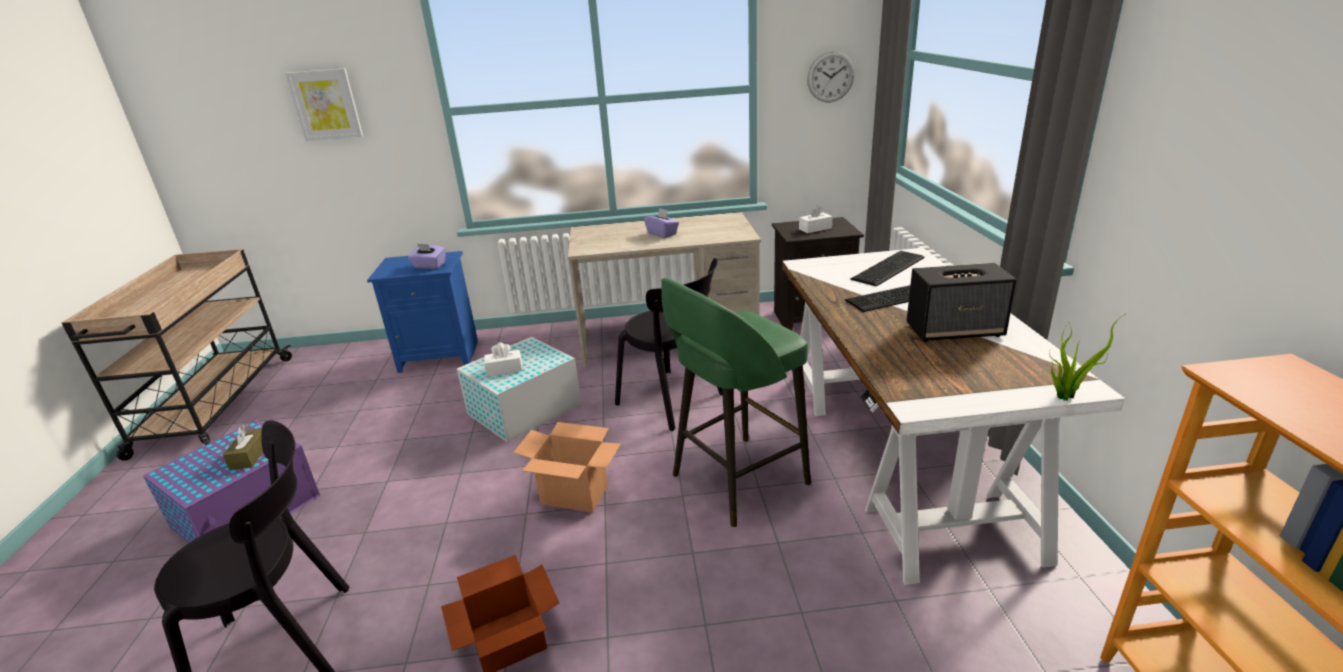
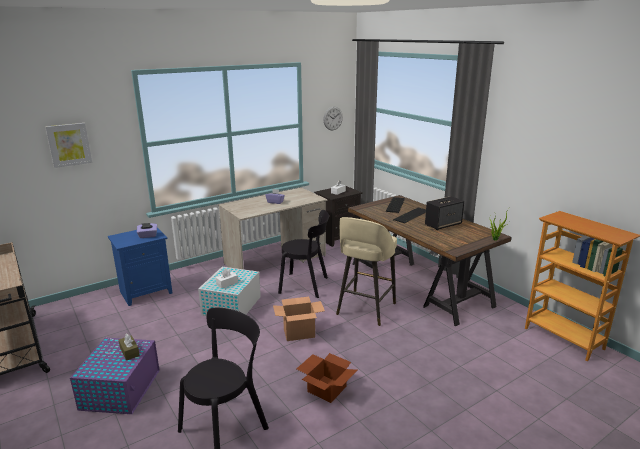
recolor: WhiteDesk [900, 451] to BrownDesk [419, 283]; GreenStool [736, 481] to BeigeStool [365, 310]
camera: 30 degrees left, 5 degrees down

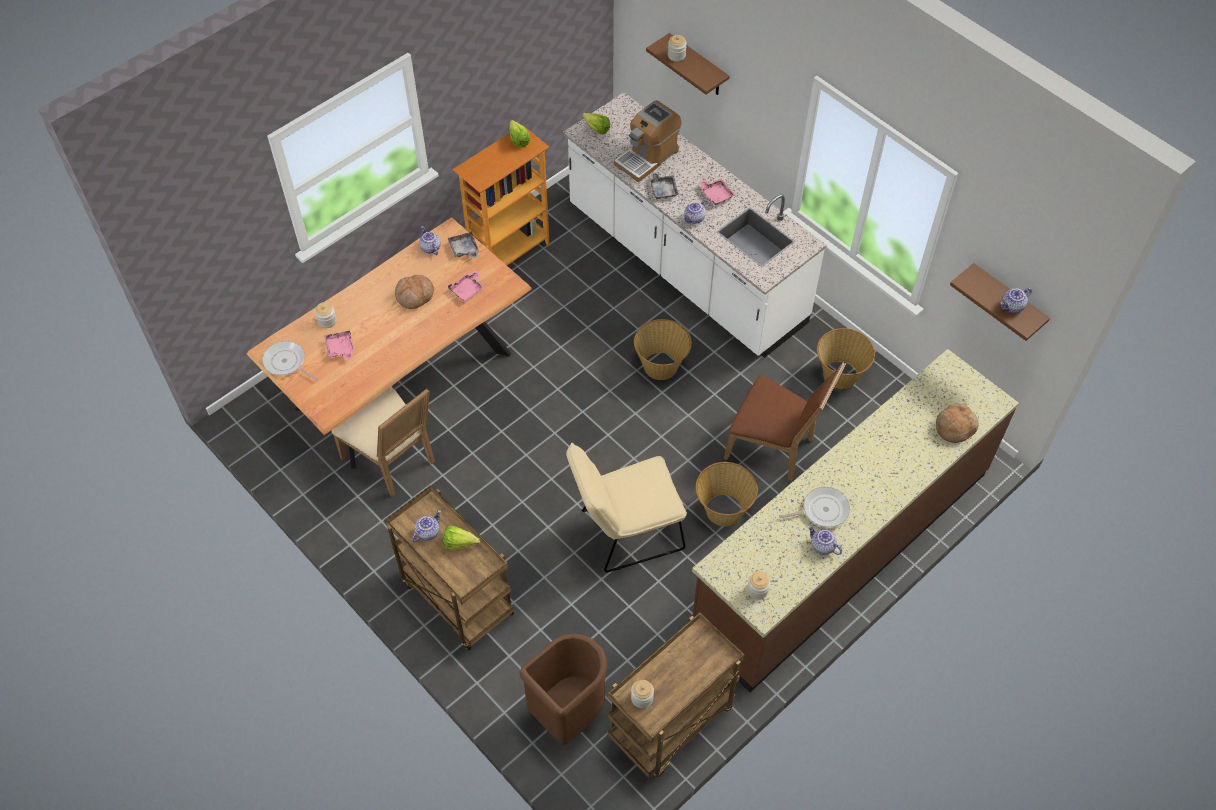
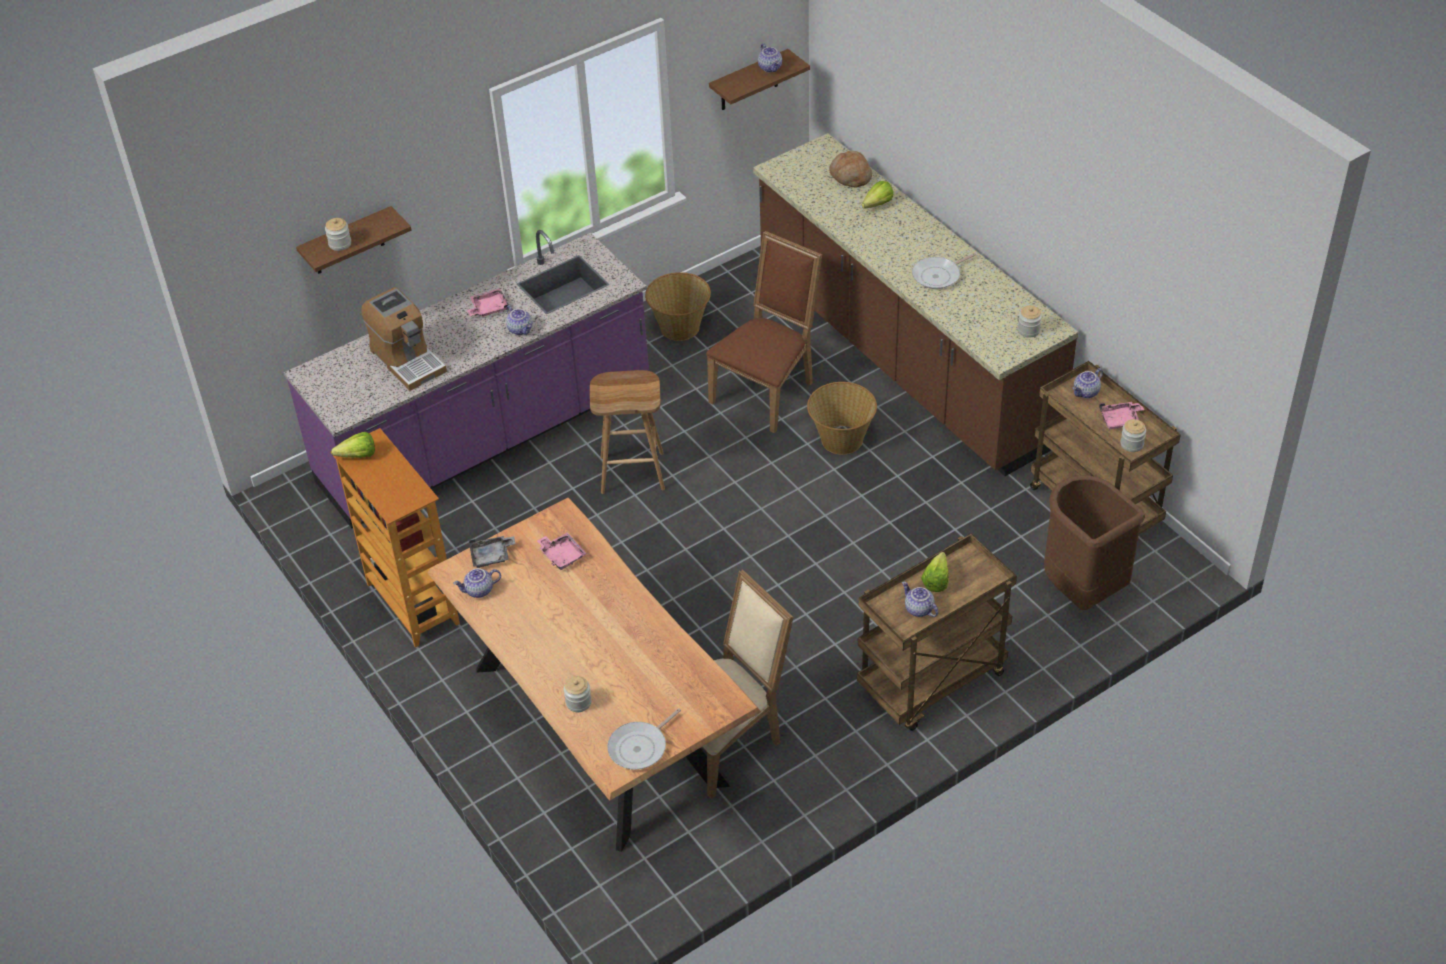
delete: GreyTray [663, 189]; Bread [415, 296]; BeigeChair [625, 532]
move: Lettuce [595, 127] to [874, 206]; PinkTray [340, 349] to [1120, 420]; Teapot [822, 546] to [1086, 393]
replace: Basket [661, 365] to BrownStool [633, 472]
recolor: WhiteCounter [684, 266] to PurpleCounter [486, 437]
rotate: FryingPan [822, 510] = [938, 275] 120 degrees counterclockwise
camera: 80 degrees left, 10 degrees down

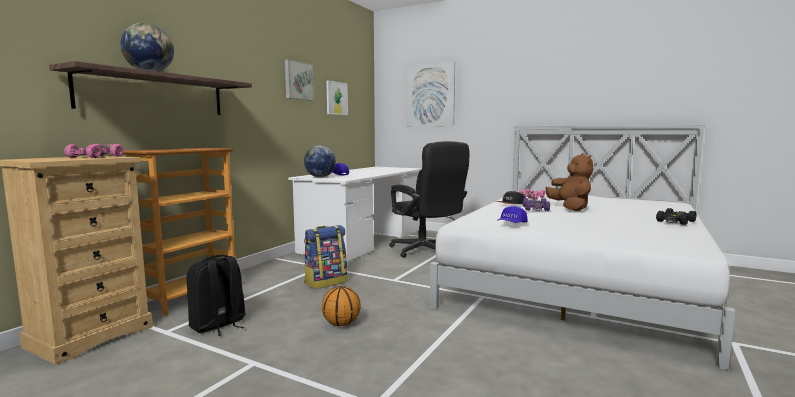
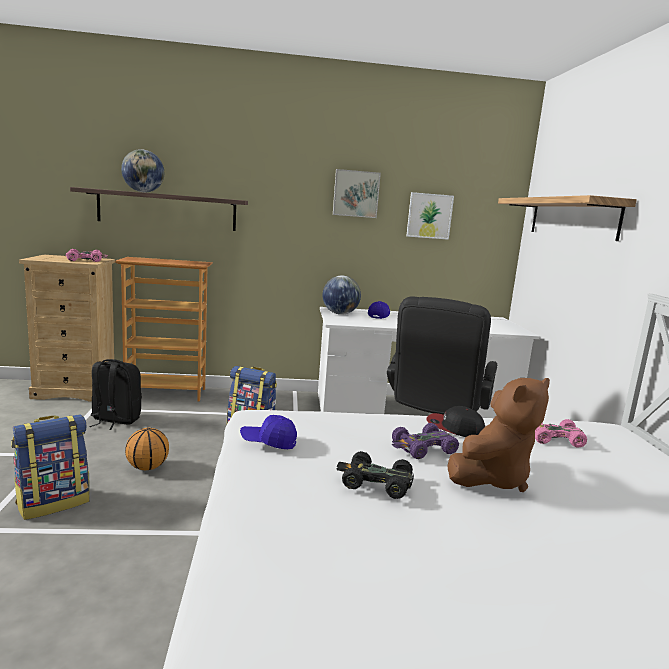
insert: Backpack [54, 502]
move: BlackToyCar [675, 221] to [375, 483]
replace: Picture [430, 95] to Shelf [572, 218]
camera: 55 degrees right, 5 degrees up

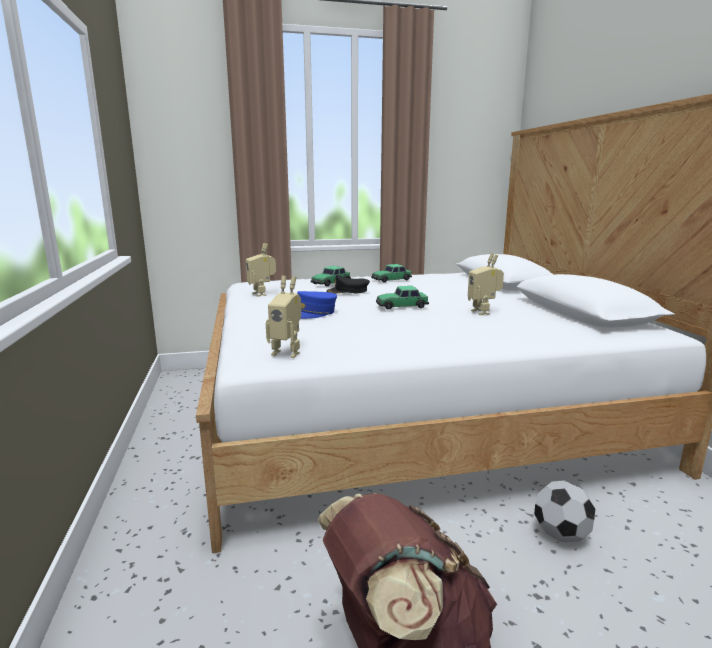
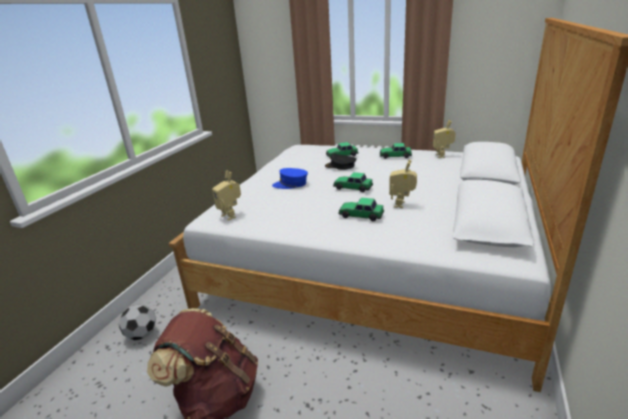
insert: ToyCar [361, 215]
move: ToyRobot [262, 294] to [442, 156]; Football [561, 535] to [142, 335]
camera: 35 degrees right, 10 degrees up

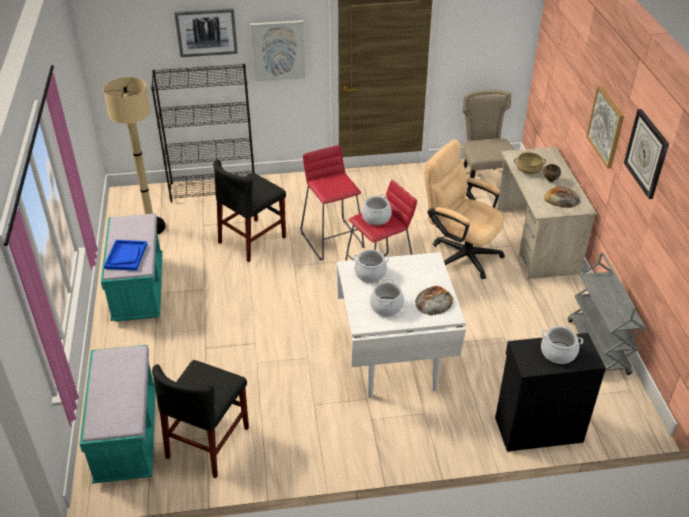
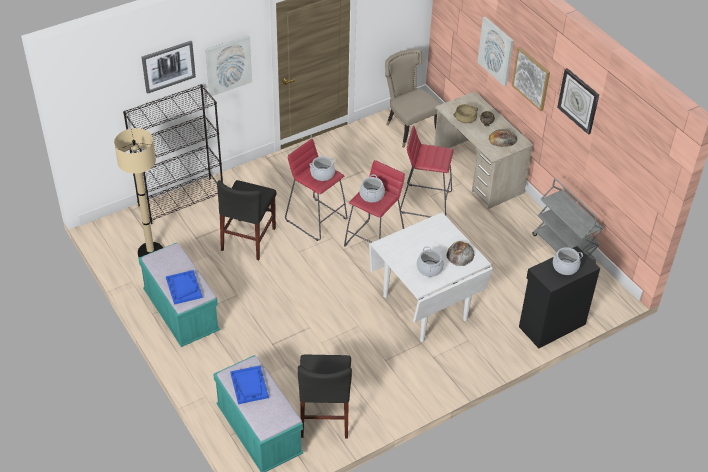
insert: Picture [496, 51]; BlueTray [249, 385]
move: CookingPot [370, 274] to [322, 174]
replace: BeigeOfficeChair [460, 253] to RedStool [425, 201]
camera: 25 degrees left, 5 degrees up

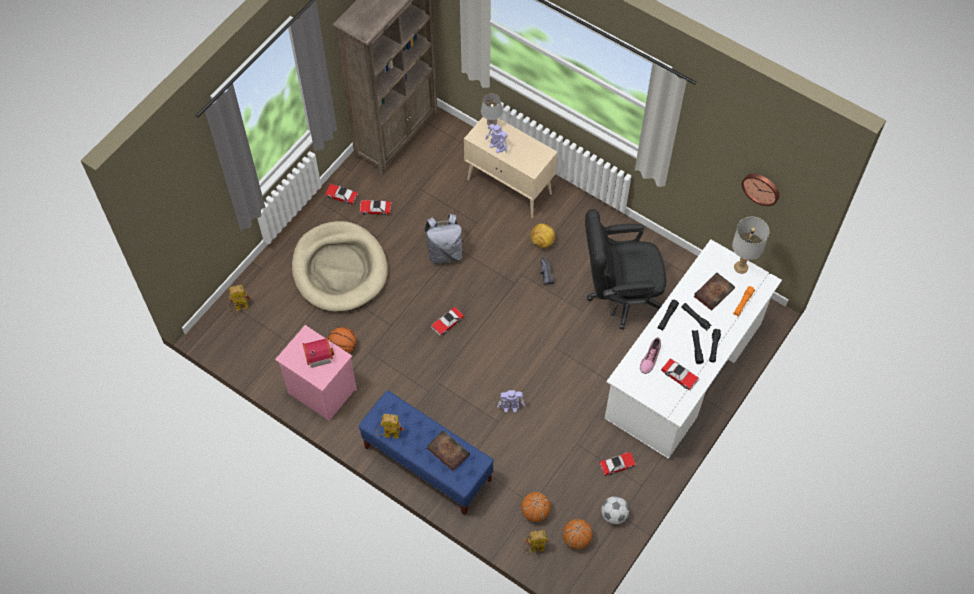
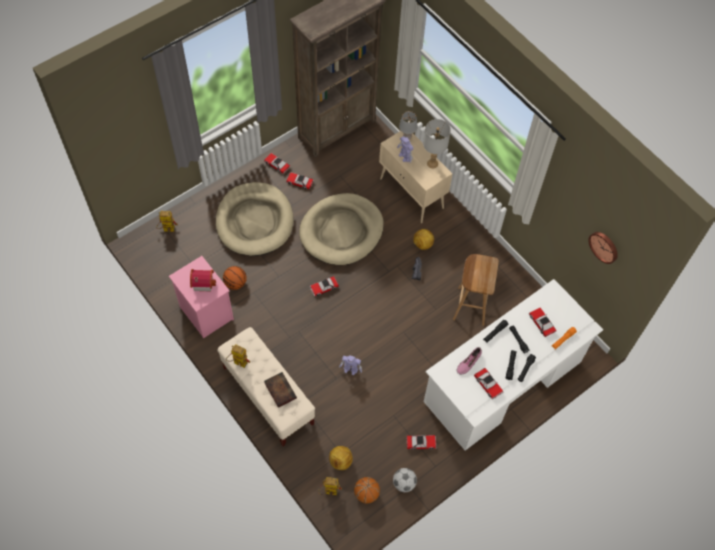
move: GreyTableLamp [740, 267] to [432, 163]
replace: BlackOfficeChair [619, 296] to BrownStool [470, 305]; GreyBackpack [444, 252] to BeigeDogBed [341, 231]; Book [714, 292] to ToyCar [541, 323]; Basketball [535, 512] to Football [340, 461]
recolor: BlueBench [427, 464] to BeigeBench [268, 395]
camera: 15 degrees right, 0 degrees up

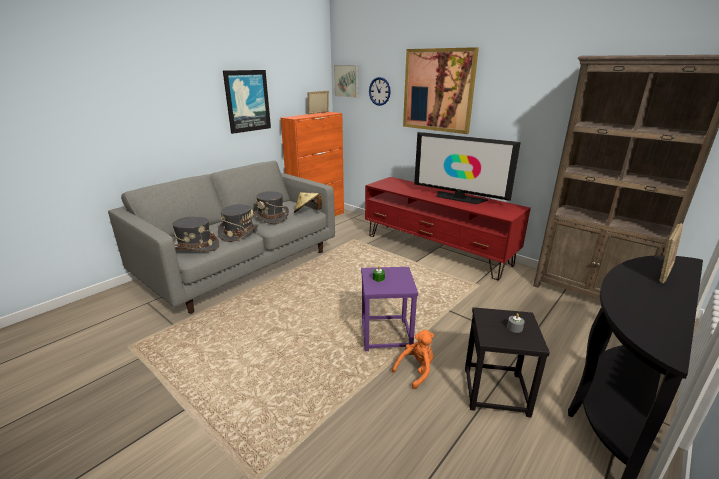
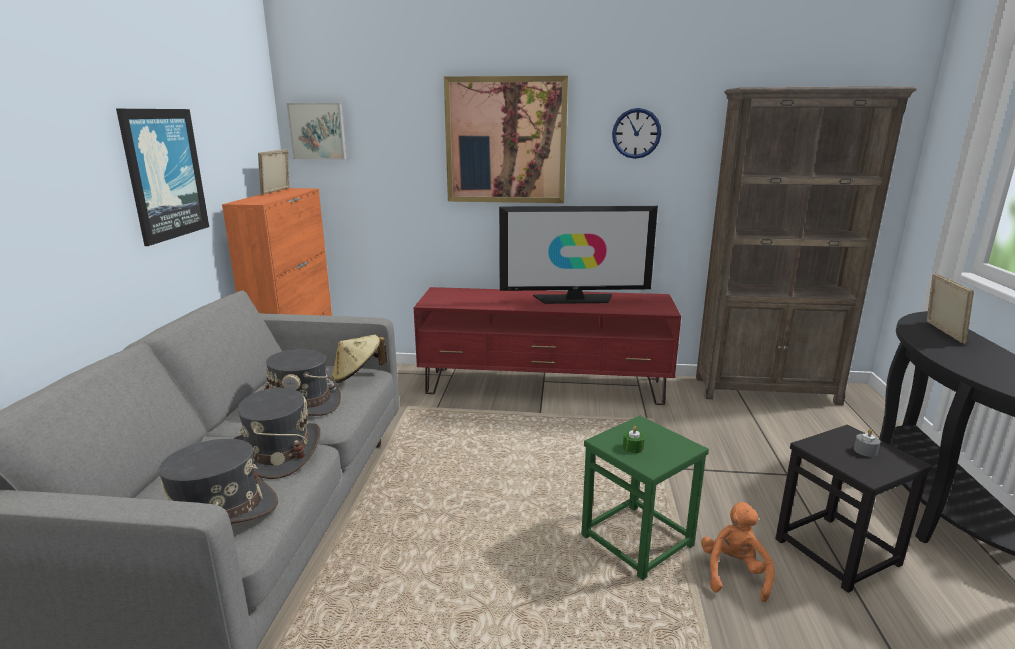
move: WallClock [379, 91] to [636, 133]
recolor: PurpleStool [386, 335] to GreenStool [638, 540]
camera: 35 degrees left, 5 degrees down

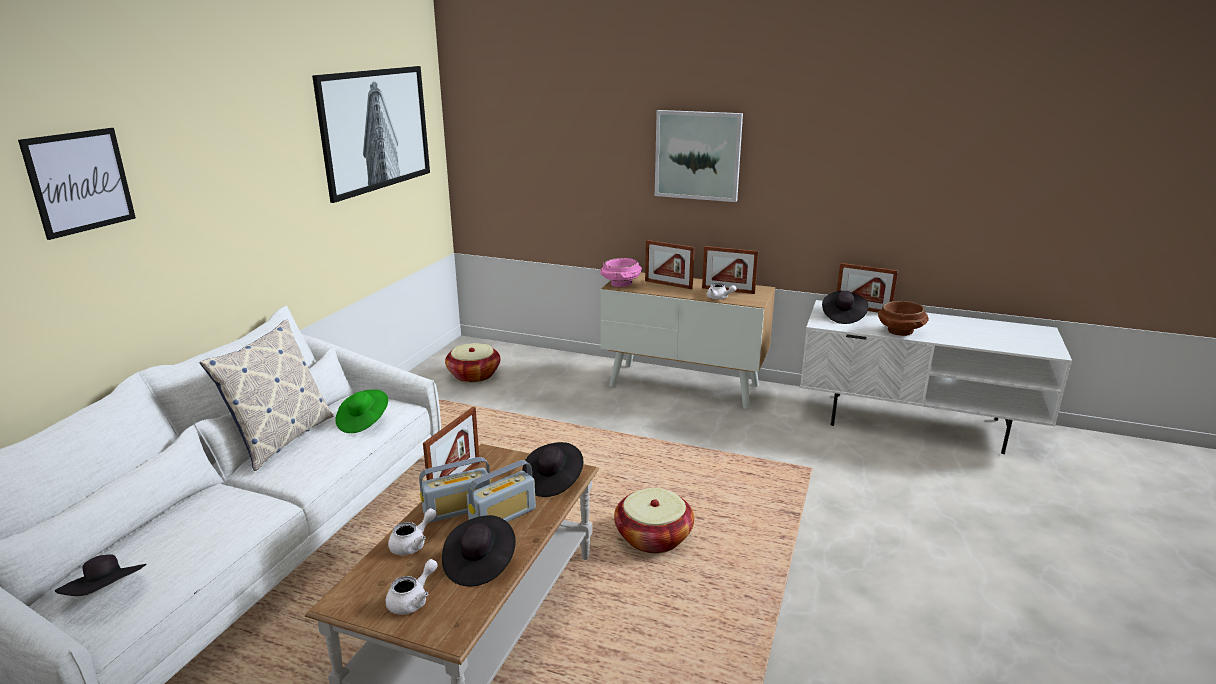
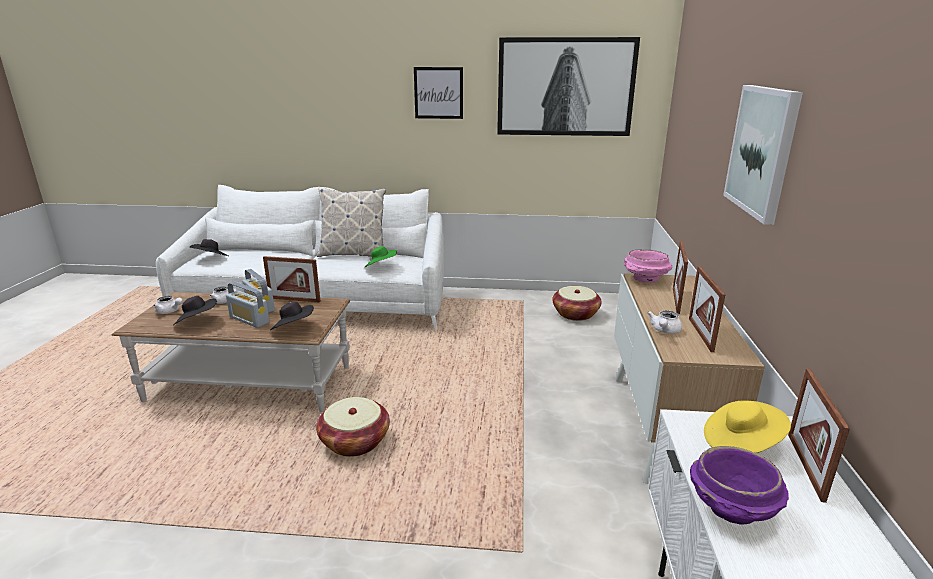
move: Picture [80, 181] to [438, 93]
recolor: BlackHat [842, 316] to YellowHat [741, 443]; BrownBowl [900, 332] to PurpleBowl [731, 510]
camera: 75 degrees right, 0 degrees up

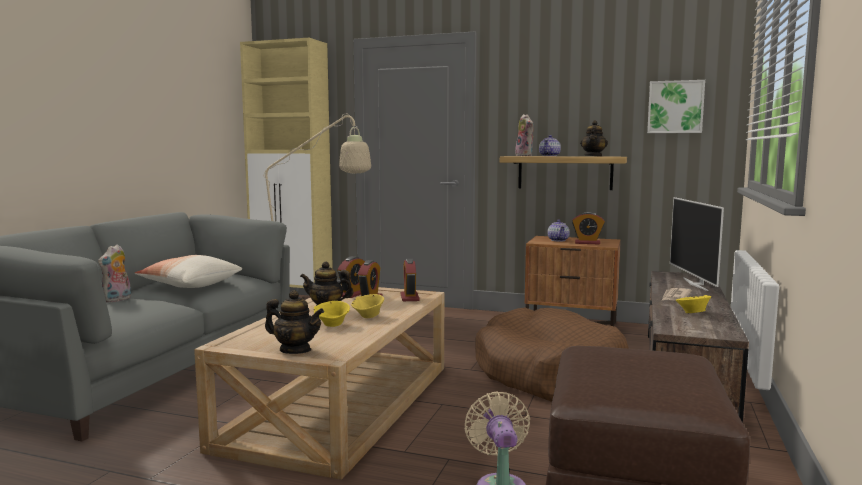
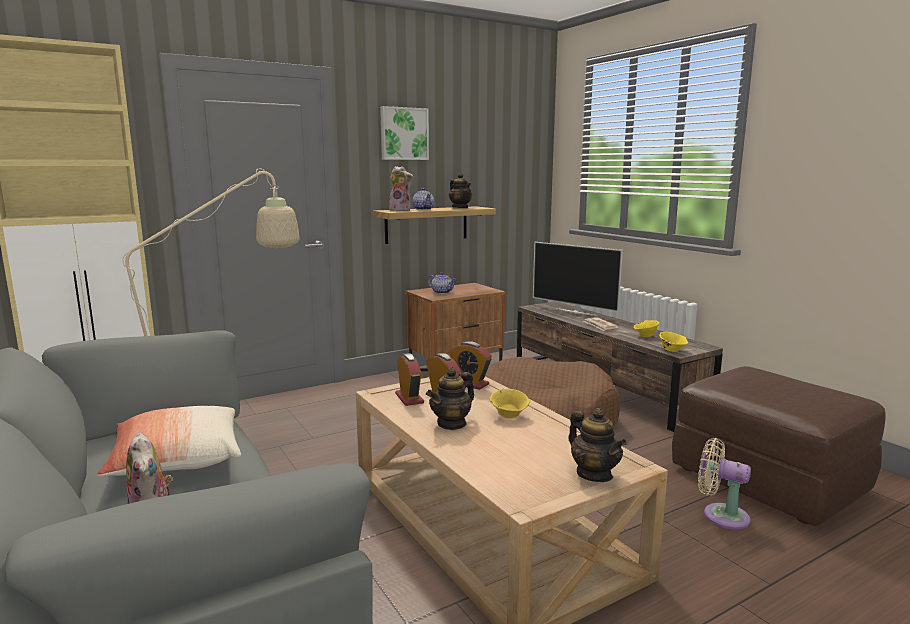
delete: AlarmClock [587, 243]
move: Picture [675, 107] to [403, 134]; YellowBowl [332, 325] to [672, 350]
rotate: Teapot [295, 350] = [594, 474] 90 degrees clockwise
camera: 50 degrees left, 5 degrees up

